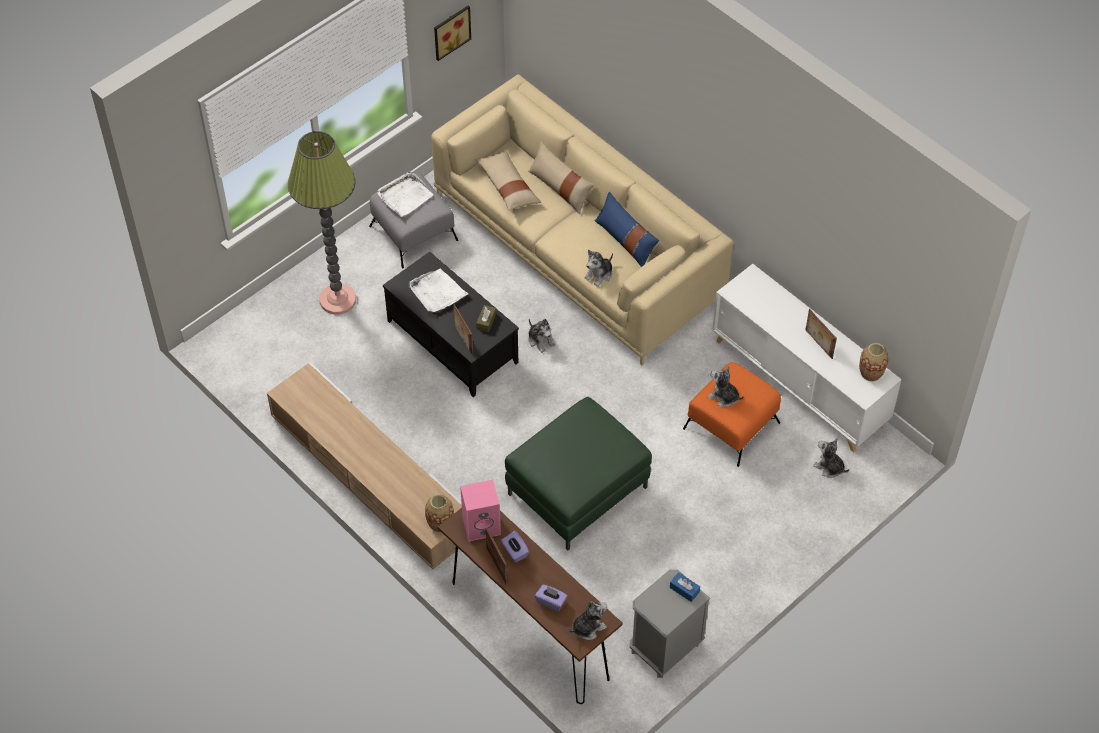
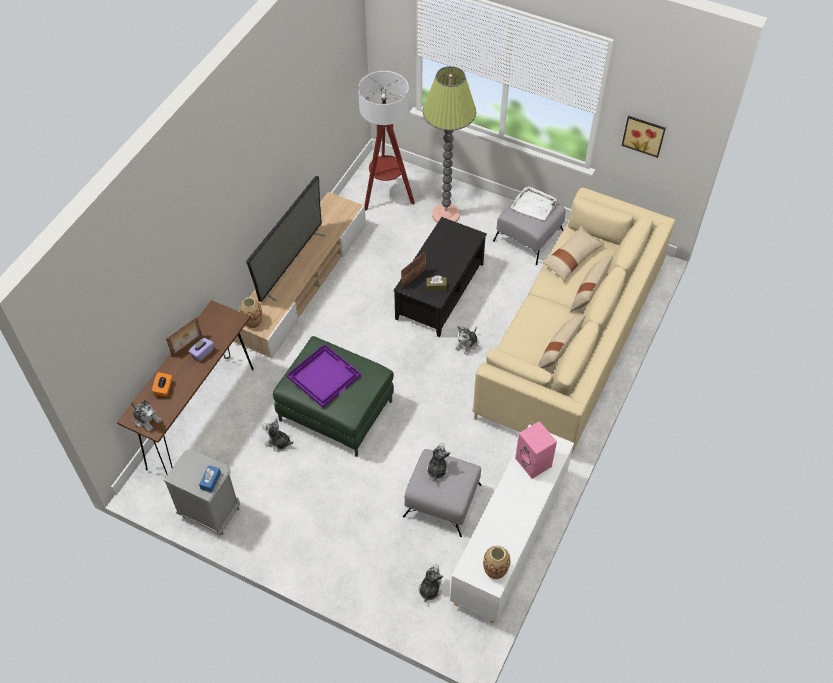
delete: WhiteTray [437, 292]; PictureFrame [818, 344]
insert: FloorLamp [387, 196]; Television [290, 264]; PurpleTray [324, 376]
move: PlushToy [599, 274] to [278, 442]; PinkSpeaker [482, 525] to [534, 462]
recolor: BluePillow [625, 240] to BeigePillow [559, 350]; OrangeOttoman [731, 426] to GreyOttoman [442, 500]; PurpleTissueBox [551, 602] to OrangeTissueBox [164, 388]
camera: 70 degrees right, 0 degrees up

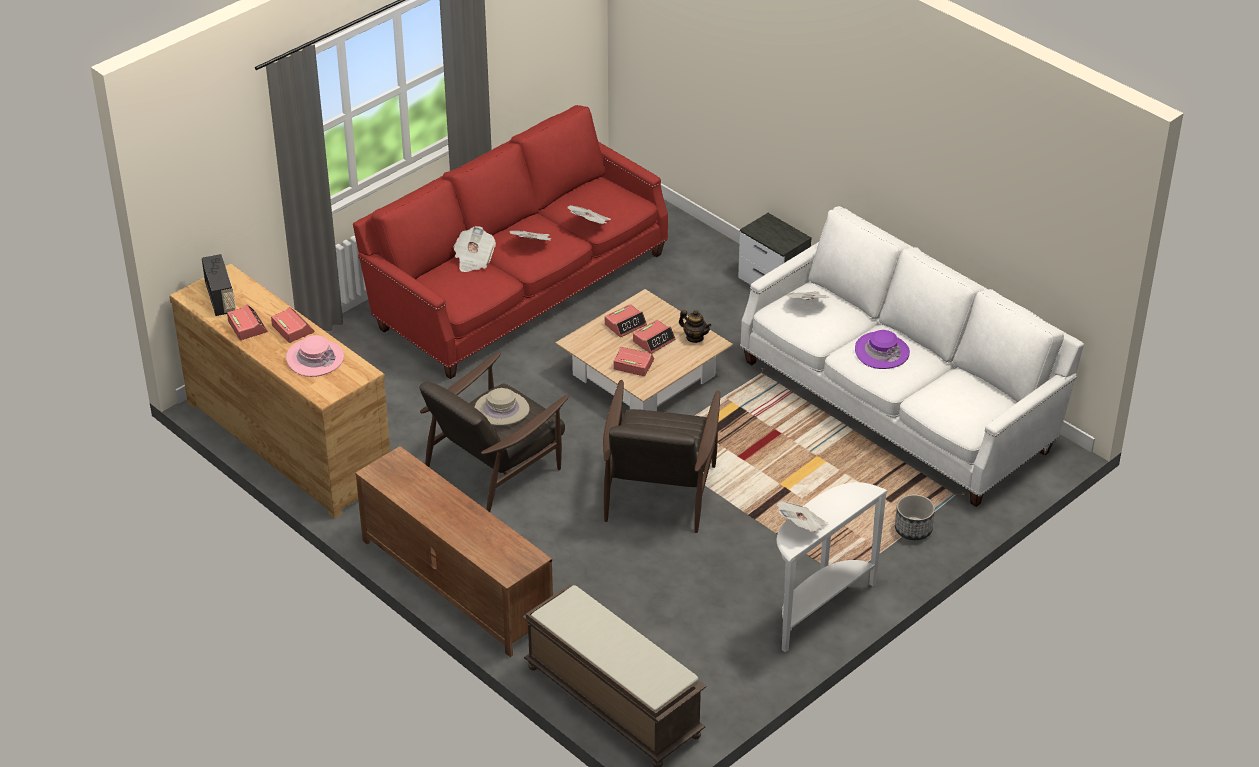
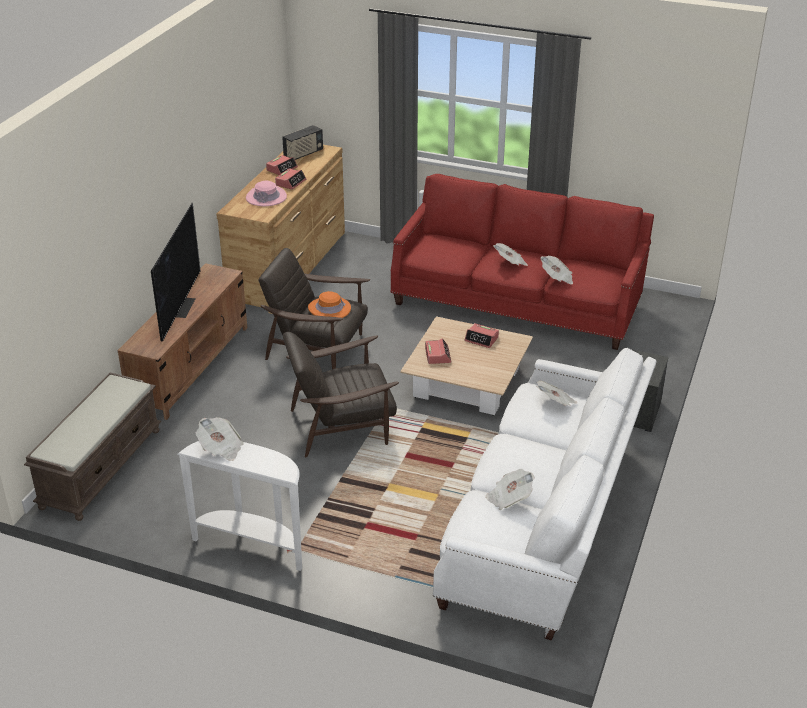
delete: Teapot [695, 337]; AlarmClock [654, 341]; PurpleHat [882, 352]; Planter [913, 529]
insert: Television [181, 306]
move: Newspaper [473, 259] to [509, 498]
recolor: BeigeHat [501, 410] to OrangeHat [329, 309]
camera: 65 degrees right, 5 degrees down

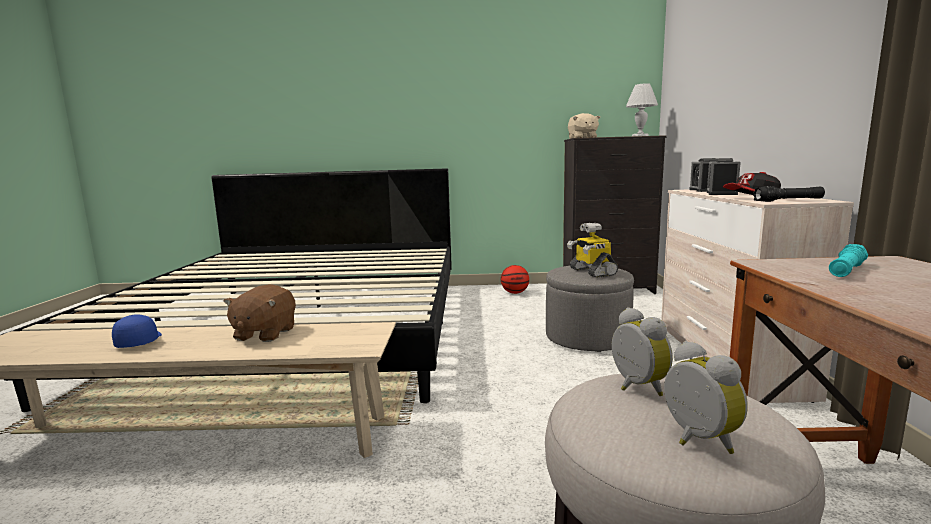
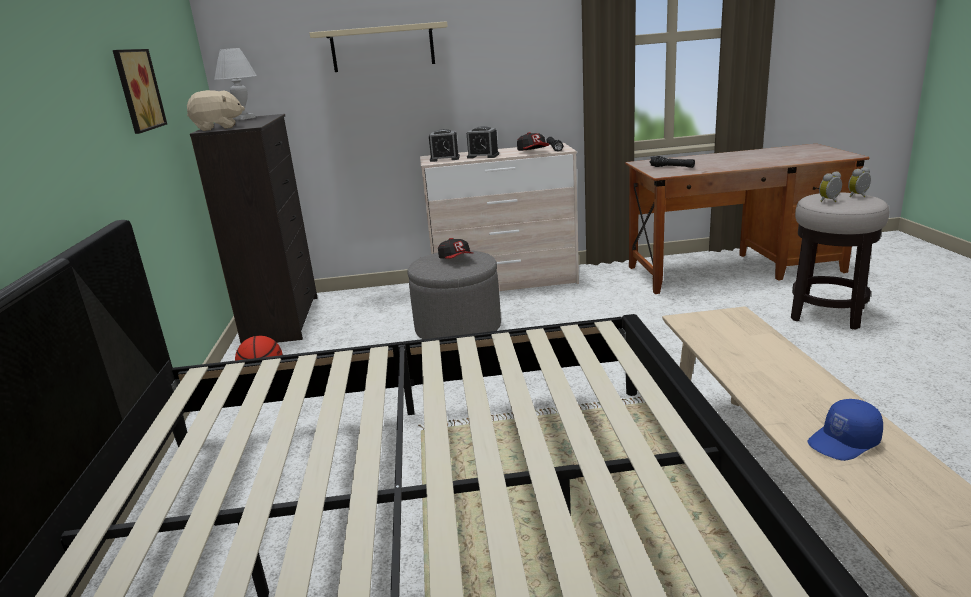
delete: BrownPlushToy [264, 334]
insert: BeigeShelf [382, 47]; Picture [136, 90]
replace: ToyRobot [591, 272] to Cap [456, 259]
recolor: TurquoiseFlashlight [846, 270] to BlackFlashlight [672, 167]
camera: 95 degrees left, 10 degrees up

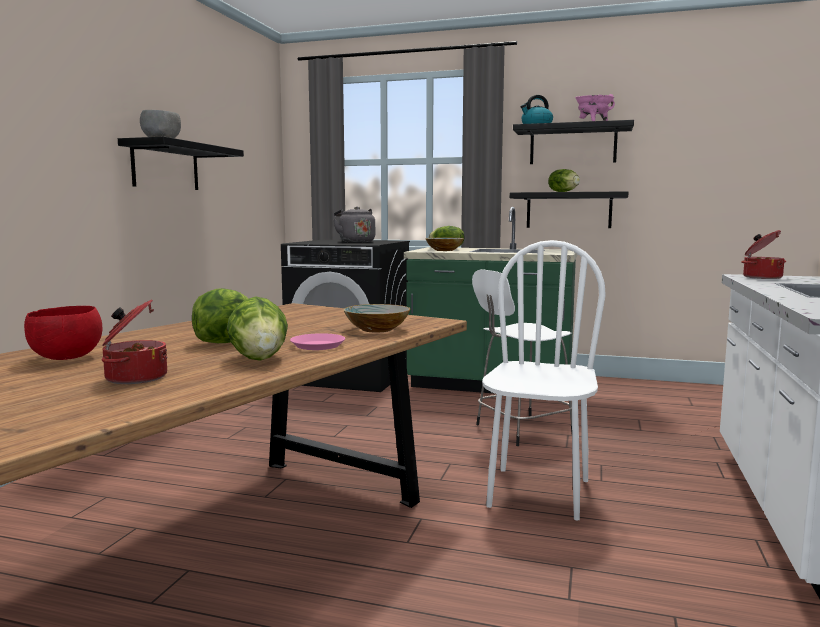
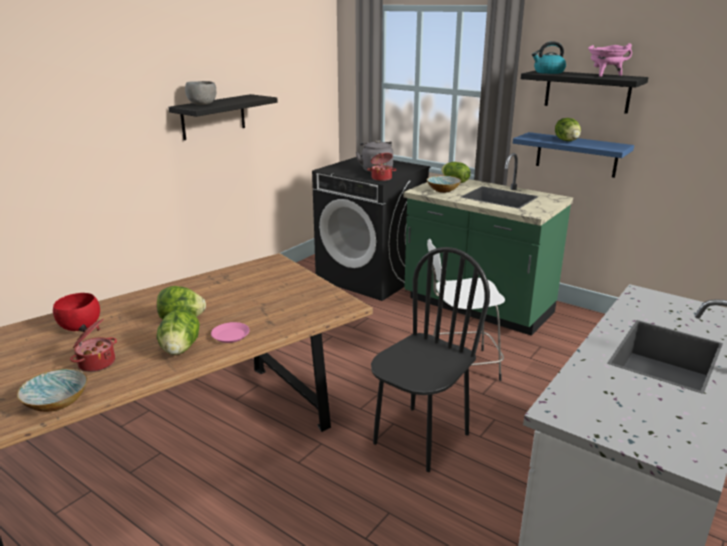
move: CookingPot [761, 277] to [381, 178]; Bowl [377, 329] to [57, 402]
recolor: BlackShelf [568, 210] to BlueShelf [576, 154]; WhiteChair [538, 493] to BlackChair [420, 438]
camera: 20 degrees right, 15 degrees up

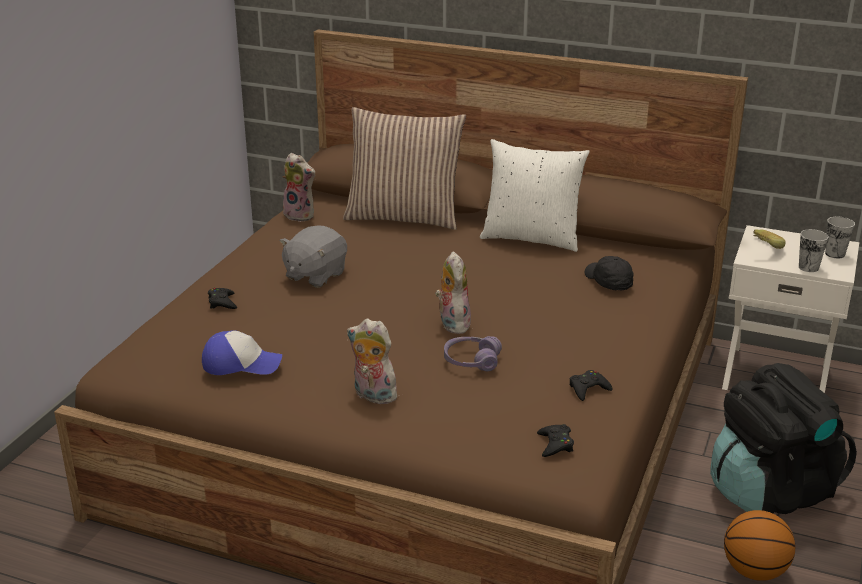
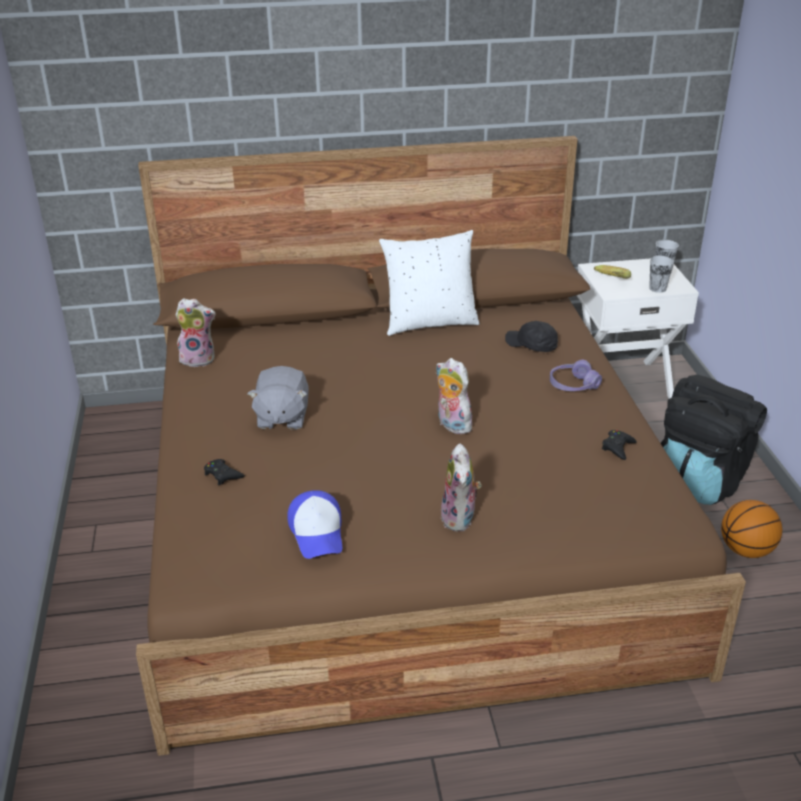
delete: Pillow [404, 216]; BlackGameController [555, 444]
move: PurpleHeadphones [471, 361] to [573, 385]
rotate: PlushToy [372, 396] = [460, 519] 90 degrees counterclockwise; Cap [241, 364] = [317, 532] 105 degrees clockwise
camera: 30 degrees left, 5 degrees up

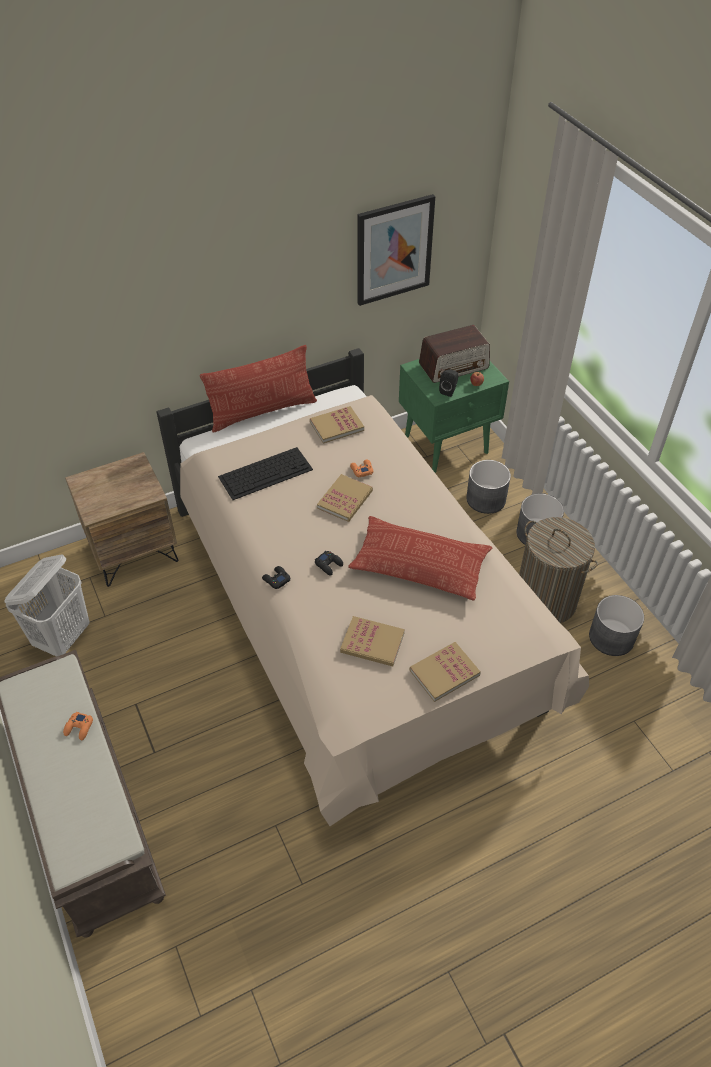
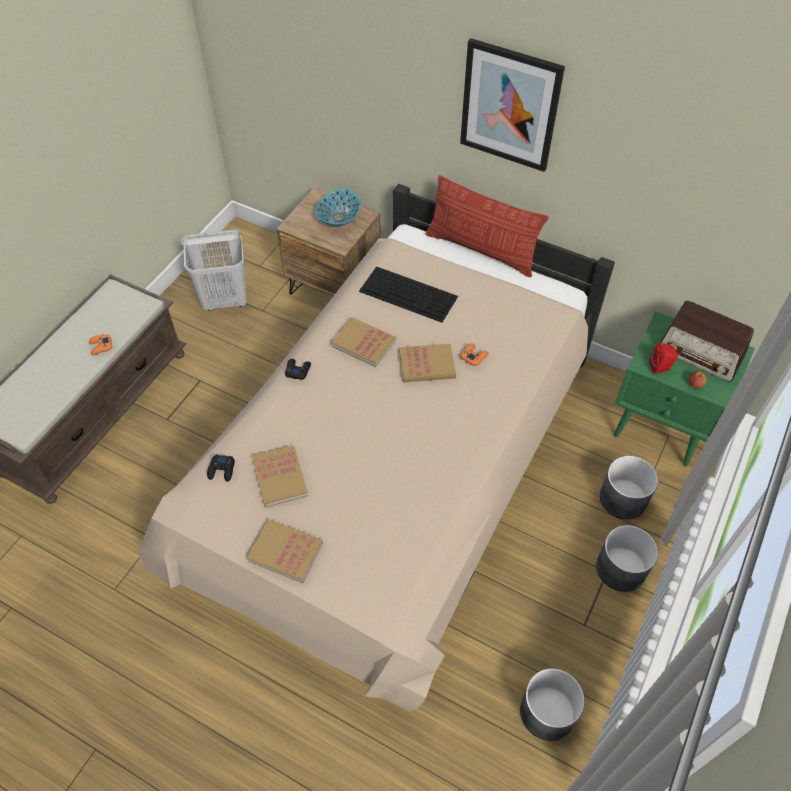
delete: Pillow [419, 564]; LaundryBasket [545, 600]
insert: Bowl [339, 218]
move: Picture [394, 250] to [510, 106]; Book [336, 426] to [363, 343]; BlackGameController [329, 565] to [222, 470]
recolor: BlackSpeaker [448, 390] to RedSpeaker [661, 367]
camera: 55 degrees right, 5 degrees up

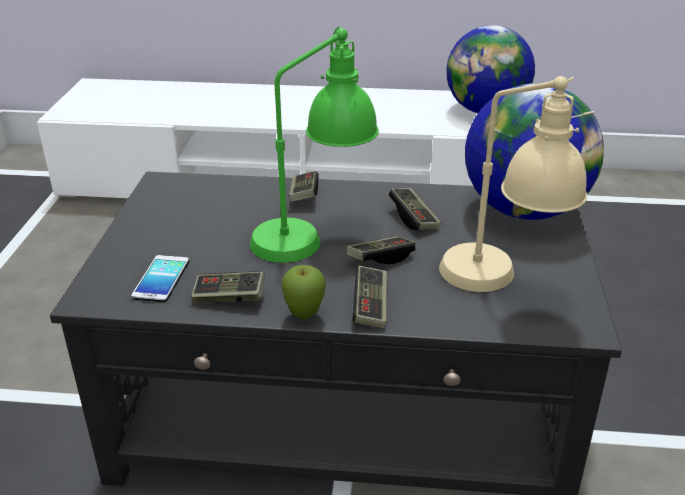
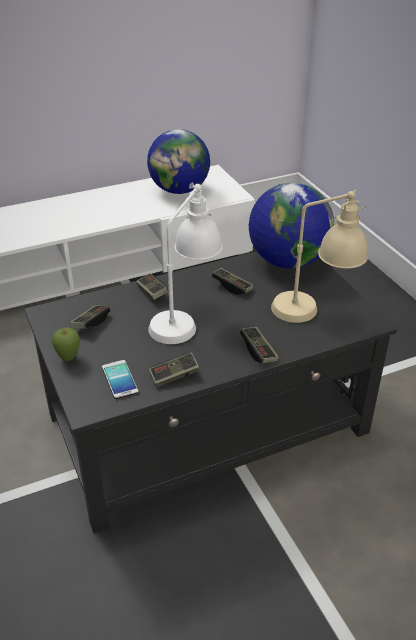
move: GameController [380, 258] to [90, 323]; Apple [304, 315] to [68, 358]
recolor: GreenTableLamp [314, 236] to WhiteTableLamp [185, 318]
camera: 30 degrees left, 5 degrees up

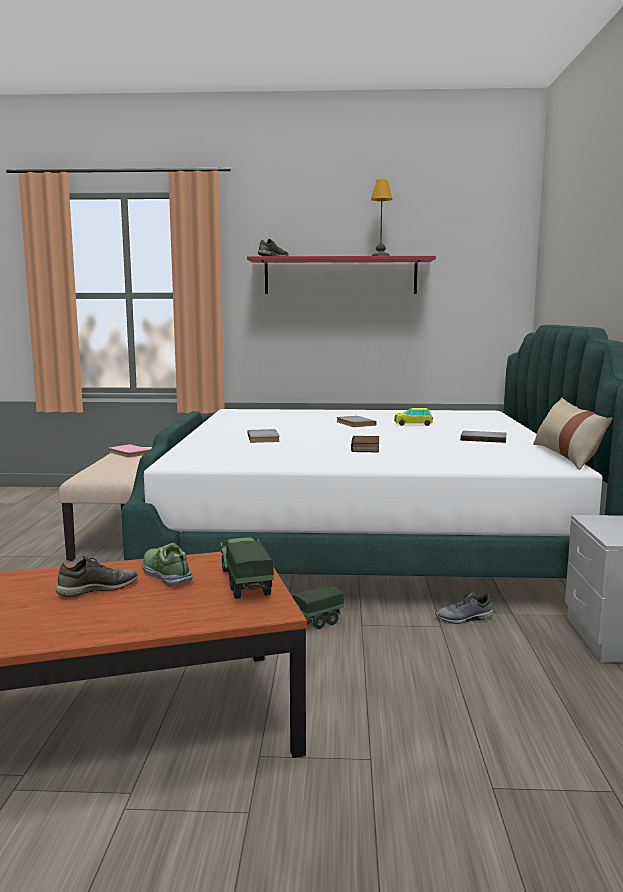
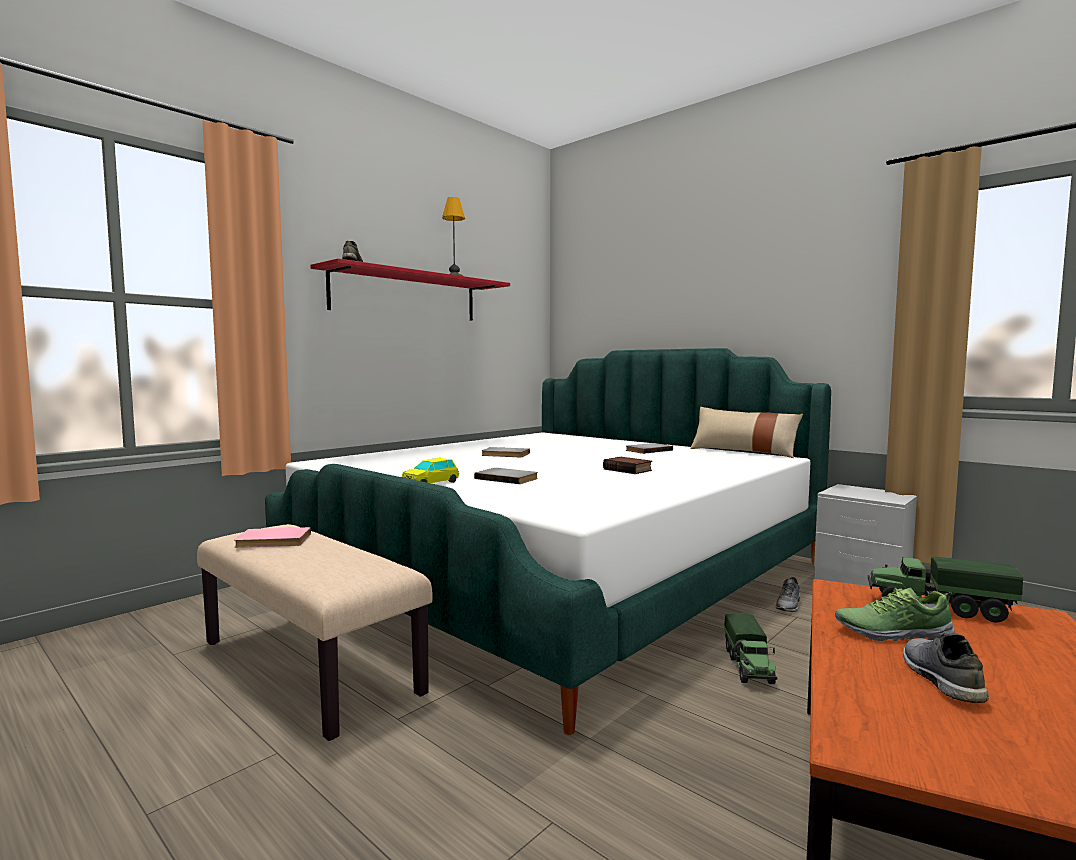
move: ToyCar [413, 424] to [430, 483]
camera: 50 degrees left, 5 degrees down

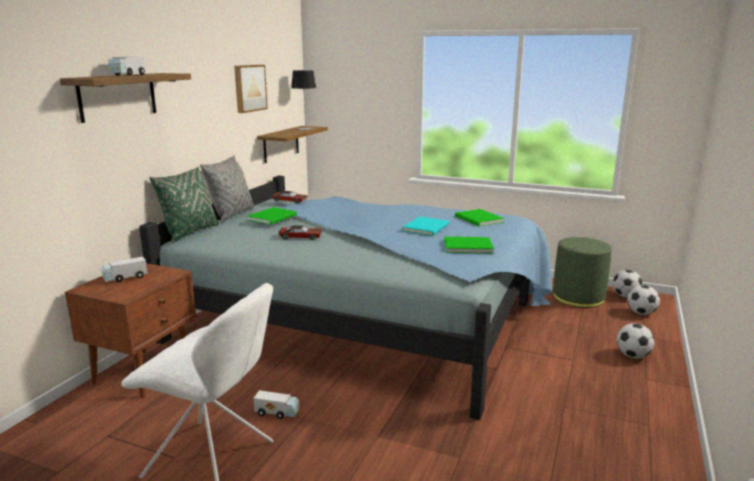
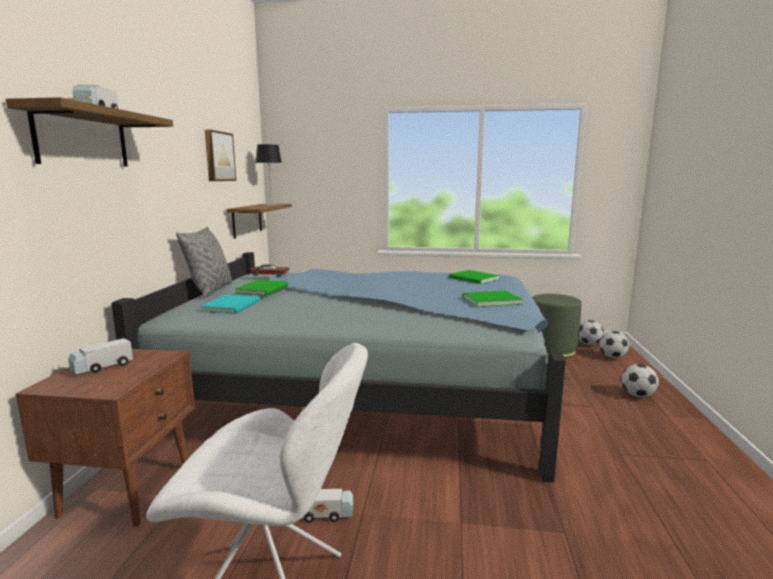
delete: GreenPillow [190, 232]; ToyCar [301, 237]
move: TurquoiseBook [427, 227] to [233, 305]
camera: 15 degrees left, 5 degrees down

